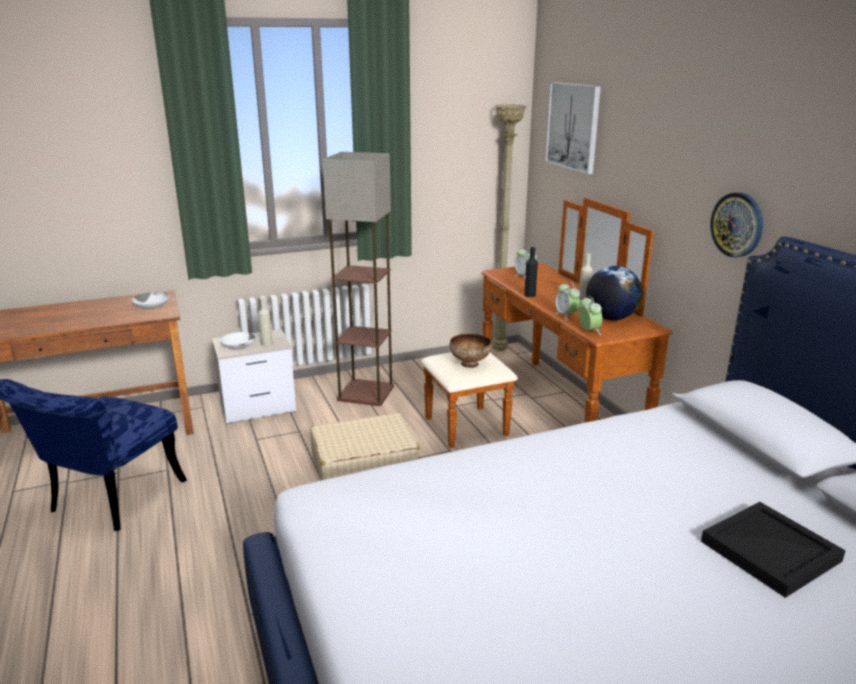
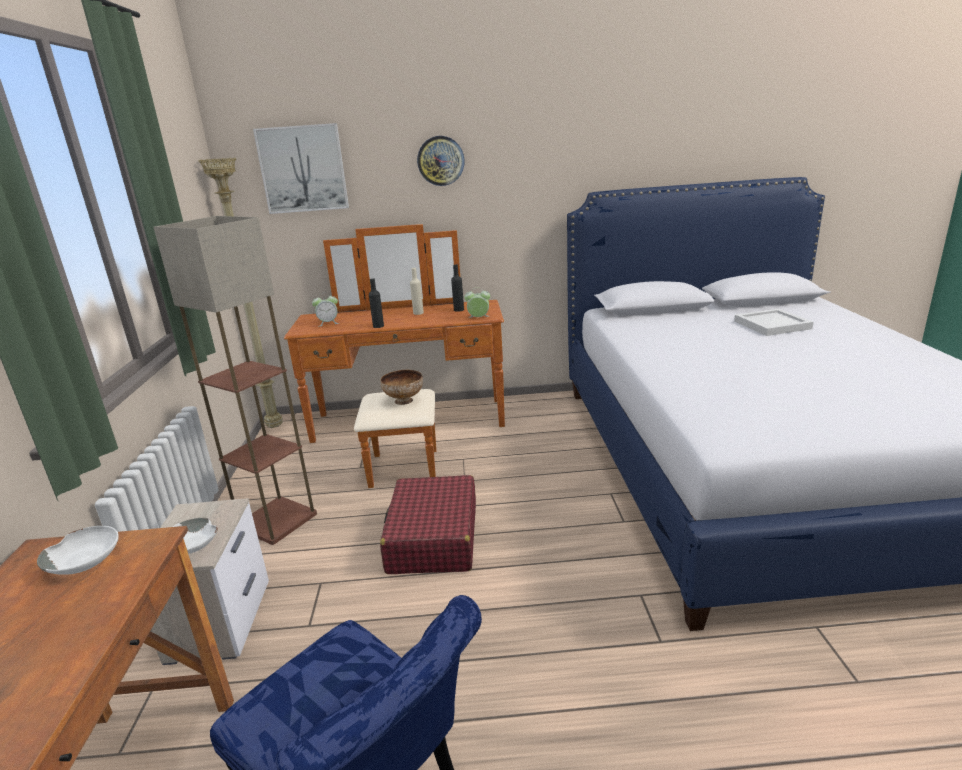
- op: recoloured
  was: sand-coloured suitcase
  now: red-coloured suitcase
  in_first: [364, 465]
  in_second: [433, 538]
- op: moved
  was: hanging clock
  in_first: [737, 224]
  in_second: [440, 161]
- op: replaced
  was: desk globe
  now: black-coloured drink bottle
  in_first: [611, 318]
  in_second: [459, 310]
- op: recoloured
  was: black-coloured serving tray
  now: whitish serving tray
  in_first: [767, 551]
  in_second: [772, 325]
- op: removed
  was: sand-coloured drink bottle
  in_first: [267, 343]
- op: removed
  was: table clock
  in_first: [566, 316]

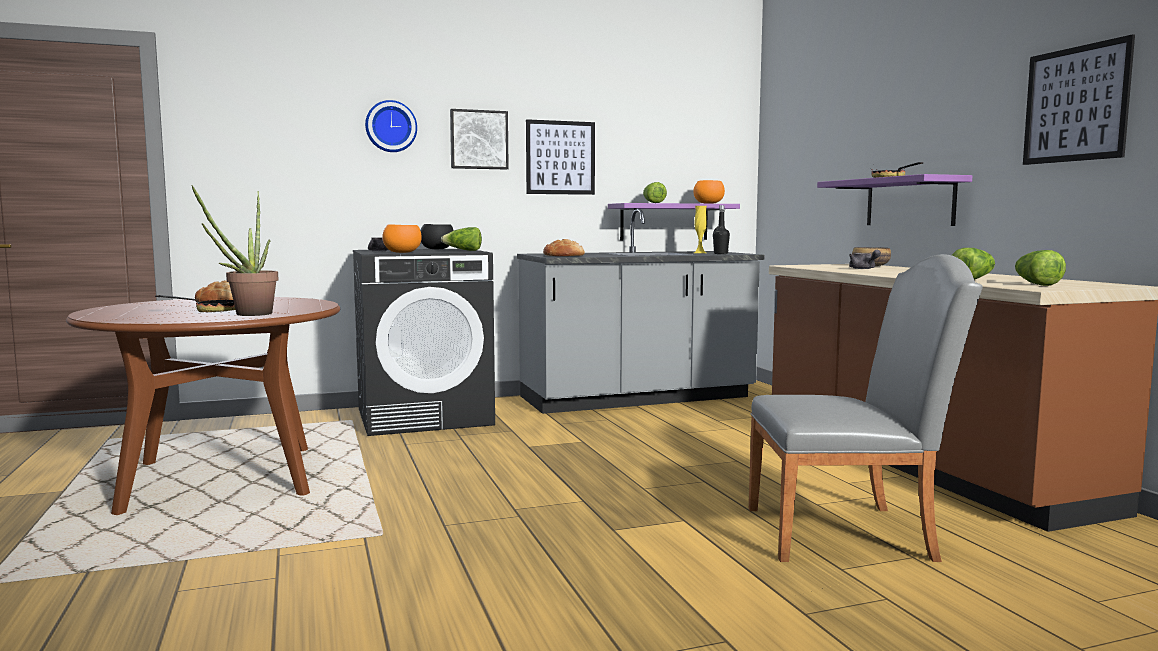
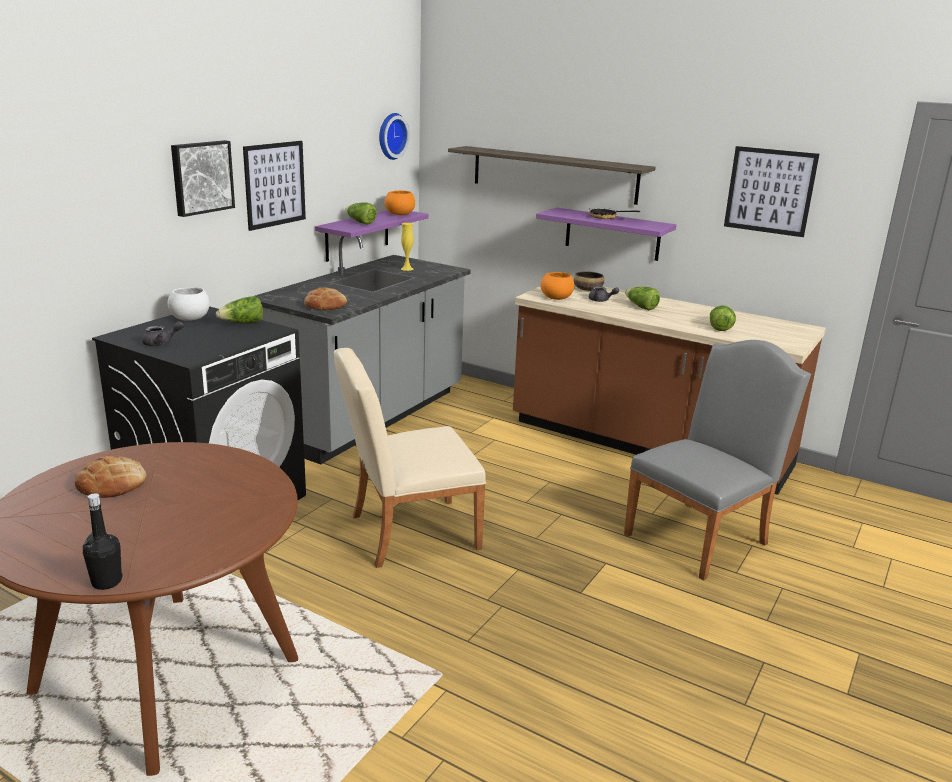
- op: moved
  was: black-coloured drink bottle
  in_first: [720, 253]
  in_second: [106, 582]
- op: recoloured
  was: black-coloured bowl
  now: whitish bowl
  in_first: [438, 249]
  in_second: [191, 318]
- op: added
  now: sand-coloured plain chair
  in_second: [405, 533]
- op: moved
  was: hanging clock
  in_first: [391, 126]
  in_second: [390, 136]
- op: added
  now: shelf
  in_second: [553, 174]
- op: moved
  was: orangey bowl
  in_first: [403, 252]
  in_second: [556, 298]
- op: moved
  was: lettuce
  in_first: [1035, 284]
  in_second: [640, 307]
- op: removed
  was: skillet
  in_first: [211, 311]
- op: removed
  was: houseplant
  in_first: [247, 314]

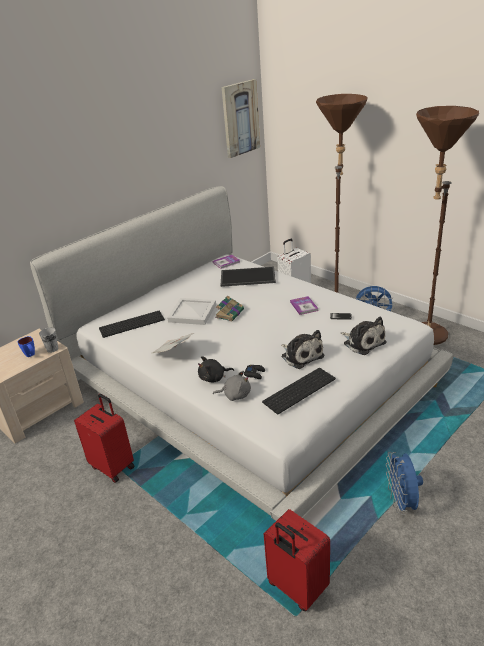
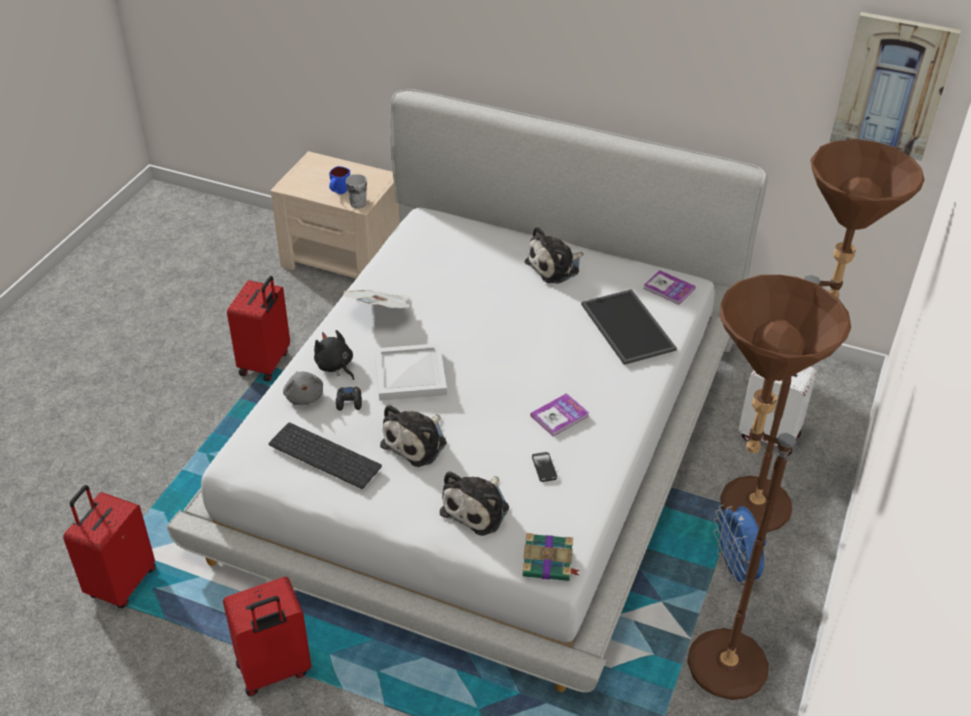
- op: replaced
  was: blue-coloured electric fan
  now: red-coloured suitcase
  in_first: [401, 502]
  in_second: [274, 671]
- op: moved
  was: whitish serving tray
  in_first: [192, 313]
  in_second: [411, 374]
- op: moved
  was: book
  in_first: [230, 313]
  in_second: [548, 564]
- op: added
  now: soft toy
  in_second: [555, 267]
- op: removed
  was: computer keyboard
  in_first: [132, 323]

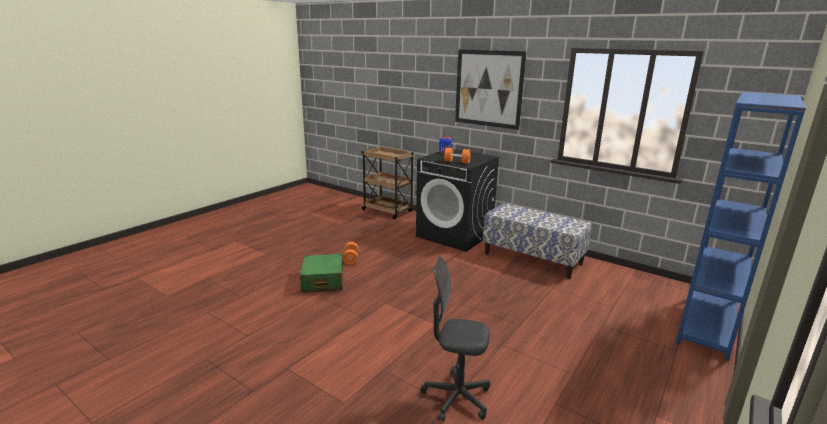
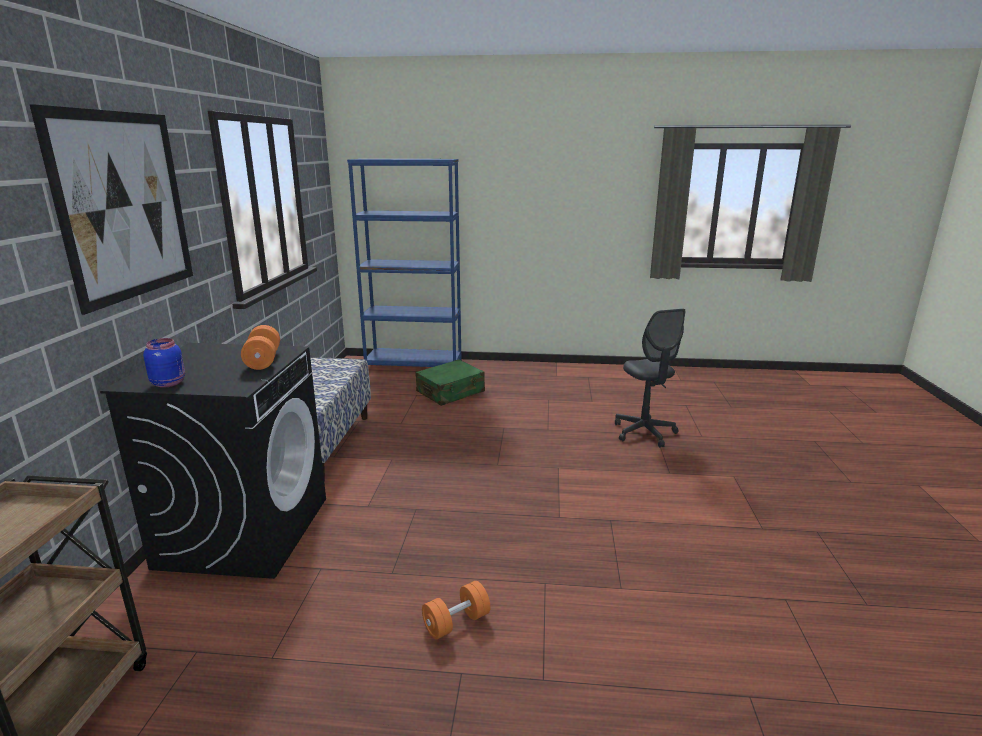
- op: moved
  was: green suitcase
  in_first: [323, 281]
  in_second: [451, 392]

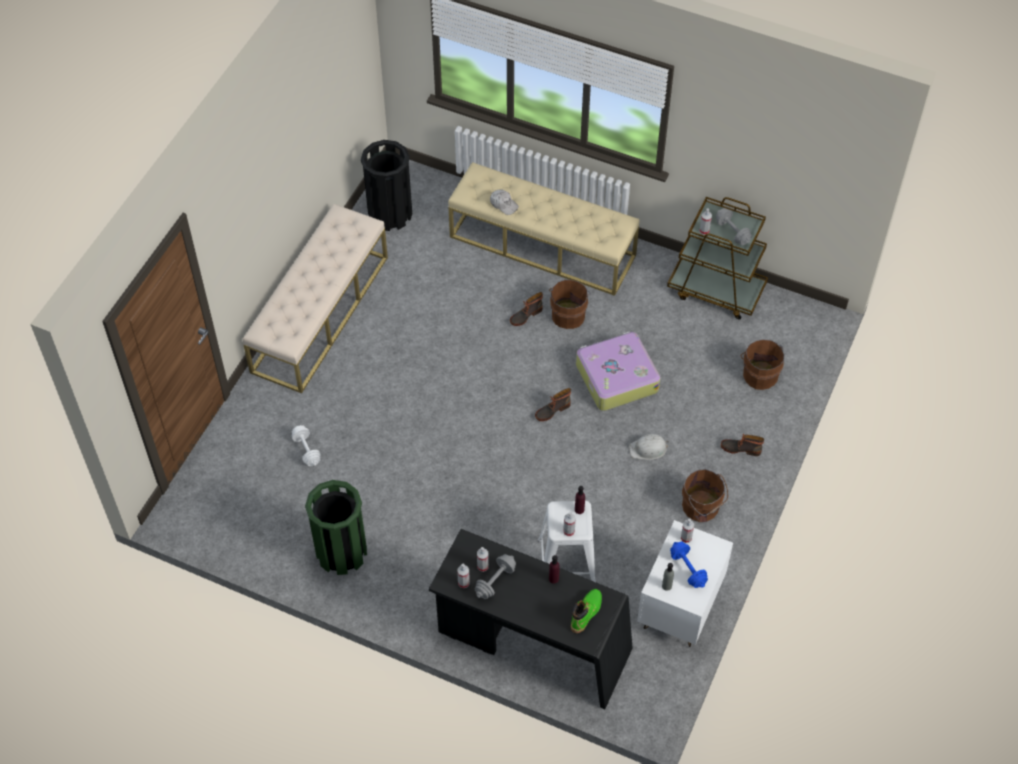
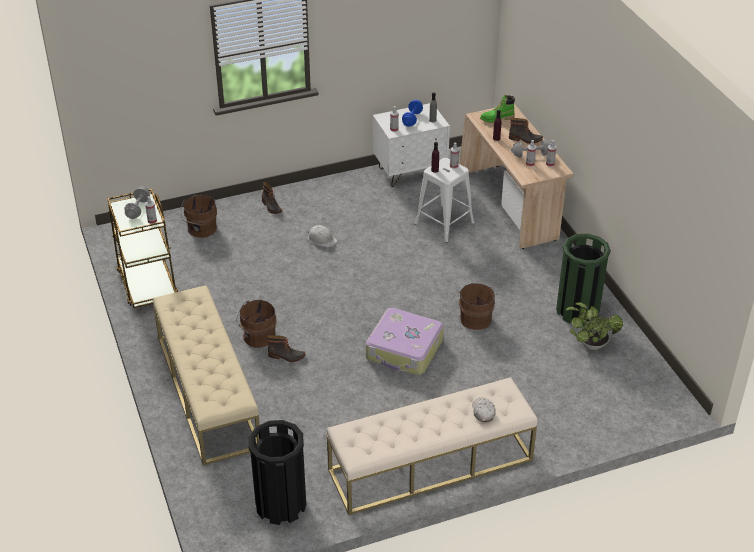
- op: moved
  was: suitcase
  in_first: [616, 377]
  in_second: [404, 350]
- op: moved
  was: brown pail
  in_first: [701, 507]
  in_second: [476, 318]
- op: recoloured
  was: black-coloured desk unit
  now: sand-coloured desk unit
  in_first: [532, 643]
  in_second: [510, 206]
- op: moved
  was: whitish baseball cap
  in_first: [504, 204]
  in_second: [483, 411]
- op: moved
  was: high-top boot
  in_first: [552, 410]
  in_second: [525, 139]
- op: added
  now: houseplant
  in_second: [590, 344]
- op: removed
  was: whitish dumbbell
  in_first: [307, 450]

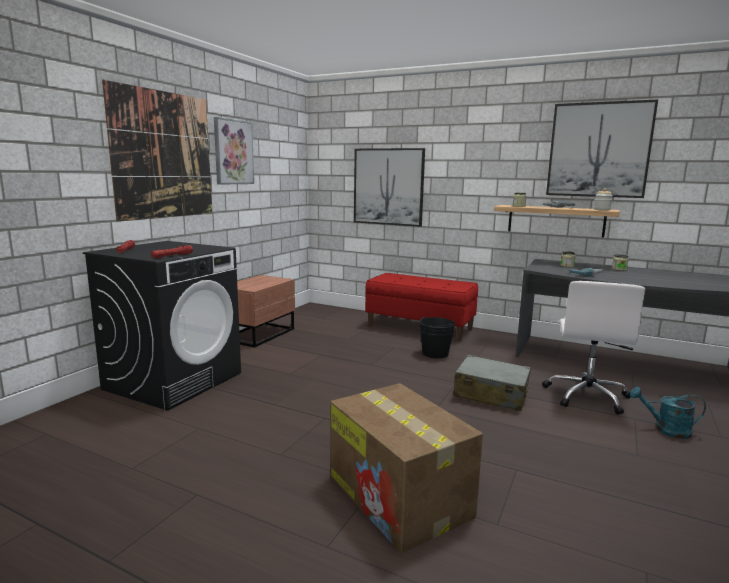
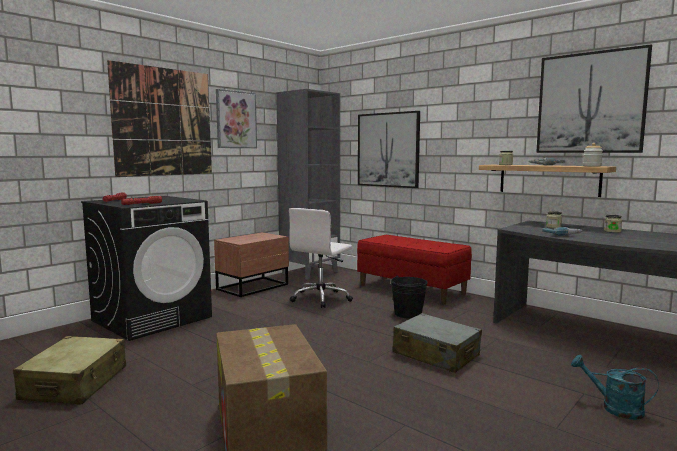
- op: added
  now: sand-coloured suitcase
  in_second: [75, 383]
- op: added
  now: gray bookcase
  in_second: [310, 272]
- op: moved
  was: whitish desk chair
  in_first: [587, 396]
  in_second: [321, 298]

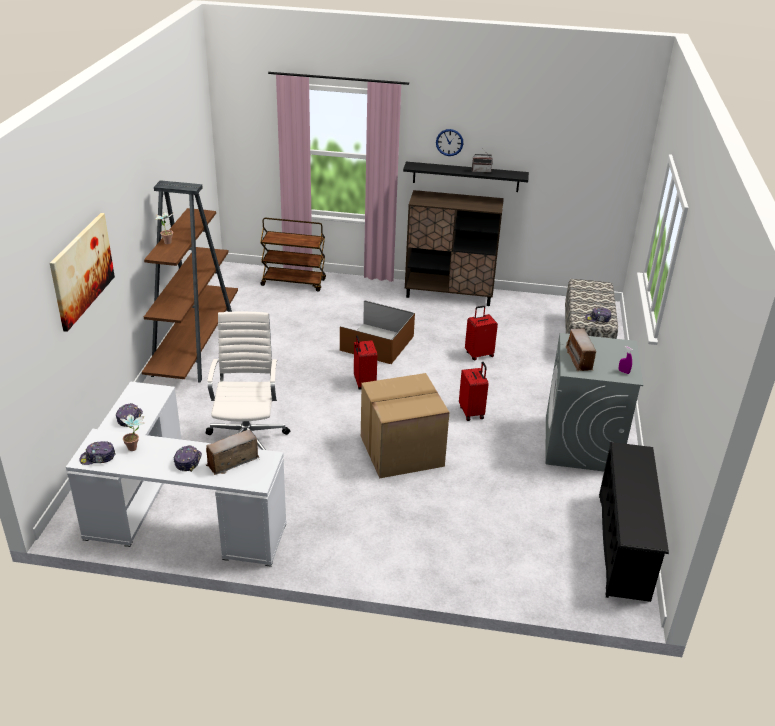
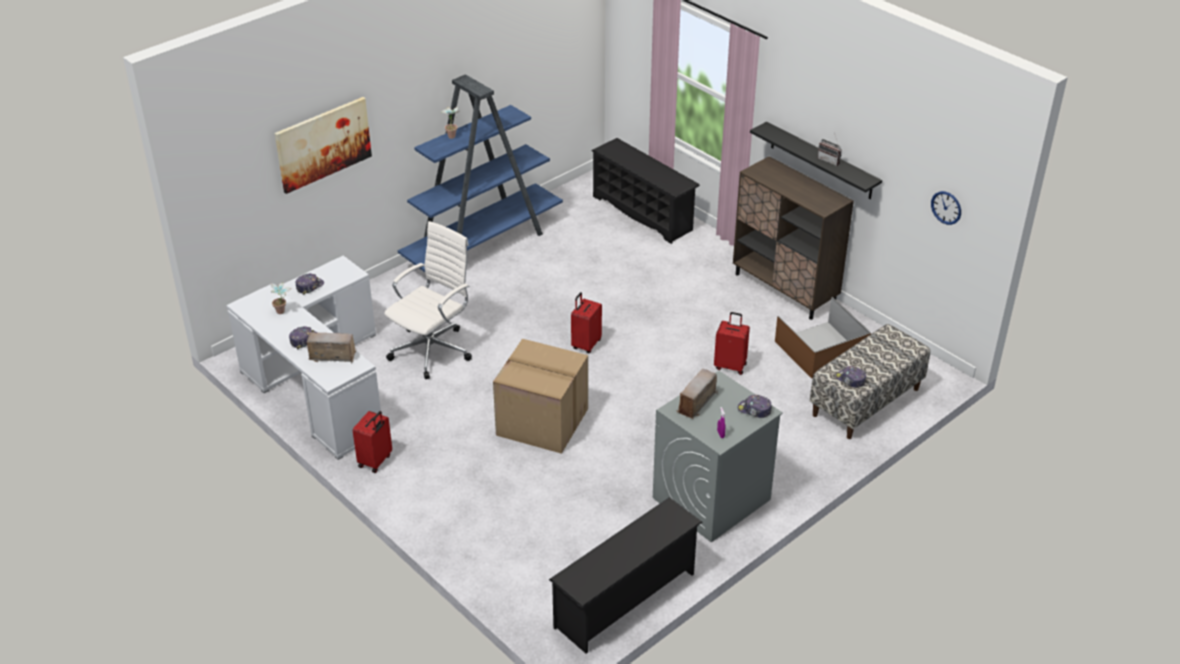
- op: moved
  was: red-coloured suitcase
  in_first: [472, 412]
  in_second: [376, 461]
- op: recoloured
  was: brown bookcase
  now: blue-coloured bookcase
  in_first: [195, 347]
  in_second: [483, 245]
- op: replaced
  was: brown wheeled cart
  now: black-coloured shoe shelf
  in_first: [294, 282]
  in_second: [644, 213]
- op: moved
  was: baseball cap
  in_first: [98, 458]
  in_second: [754, 410]
- op: moved
  was: brown storage bin
  in_first: [377, 342]
  in_second: [821, 349]
- op: moved
  was: hanging clock
  in_first: [449, 142]
  in_second: [946, 207]

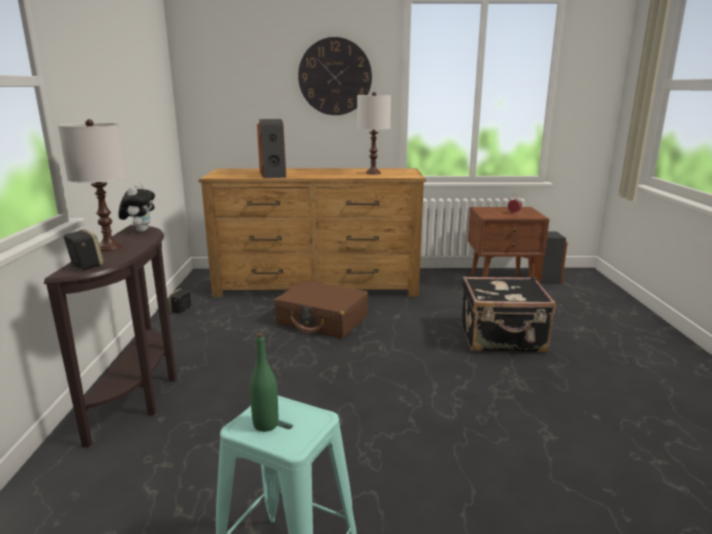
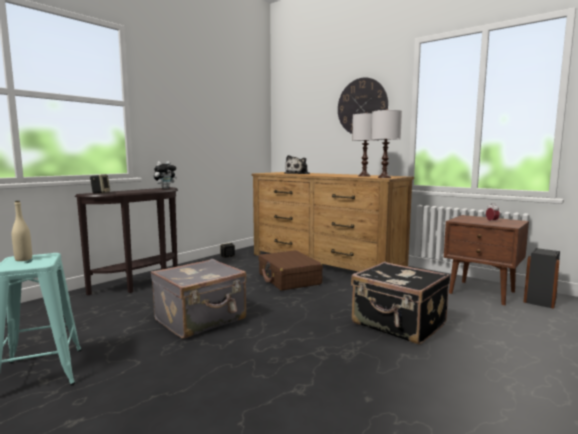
- op: recoloured
  was: green drink bottle
  now: sand-coloured drink bottle
  in_first: [265, 425]
  in_second: [23, 259]
- op: added
  now: gray suitcase
  in_second: [201, 320]
- op: replaced
  was: loudspeaker
  now: soft toy
  in_first: [273, 174]
  in_second: [298, 174]
- op: moved
  was: whitish tabletop lamp
  in_first: [109, 247]
  in_second: [384, 177]

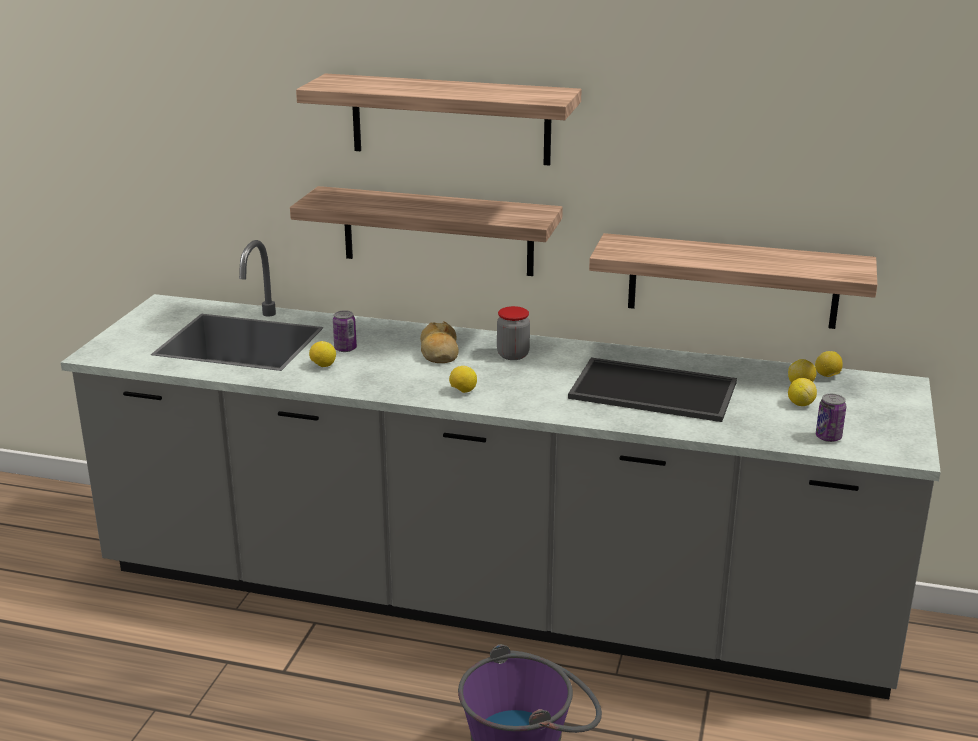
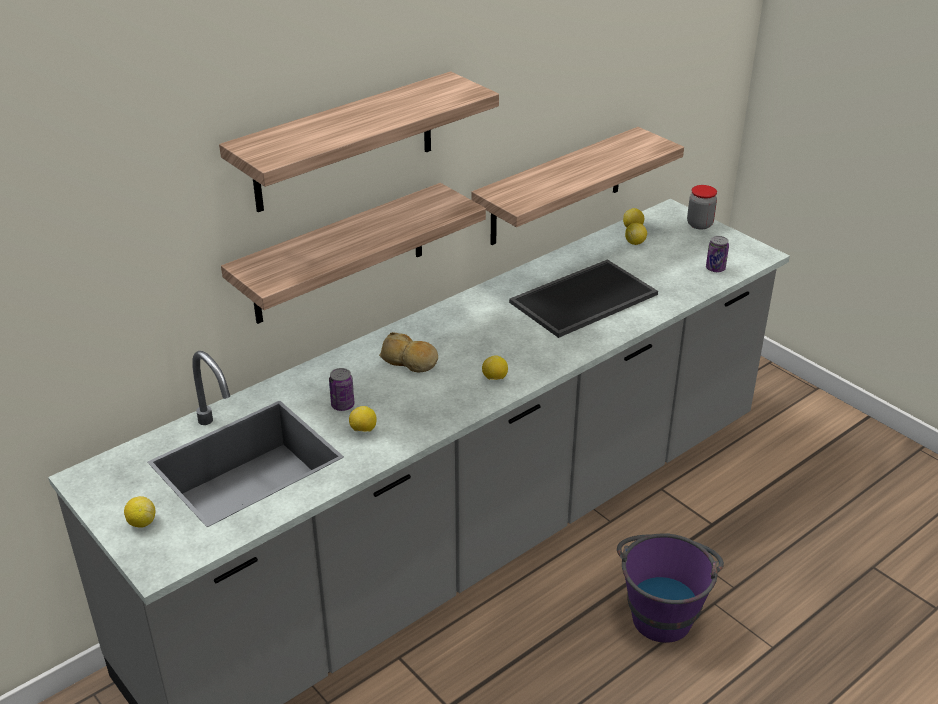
- op: moved
  was: lemon
  in_first: [800, 404]
  in_second: [142, 522]
- op: moved
  was: jar
  in_first: [513, 355]
  in_second: [699, 224]

